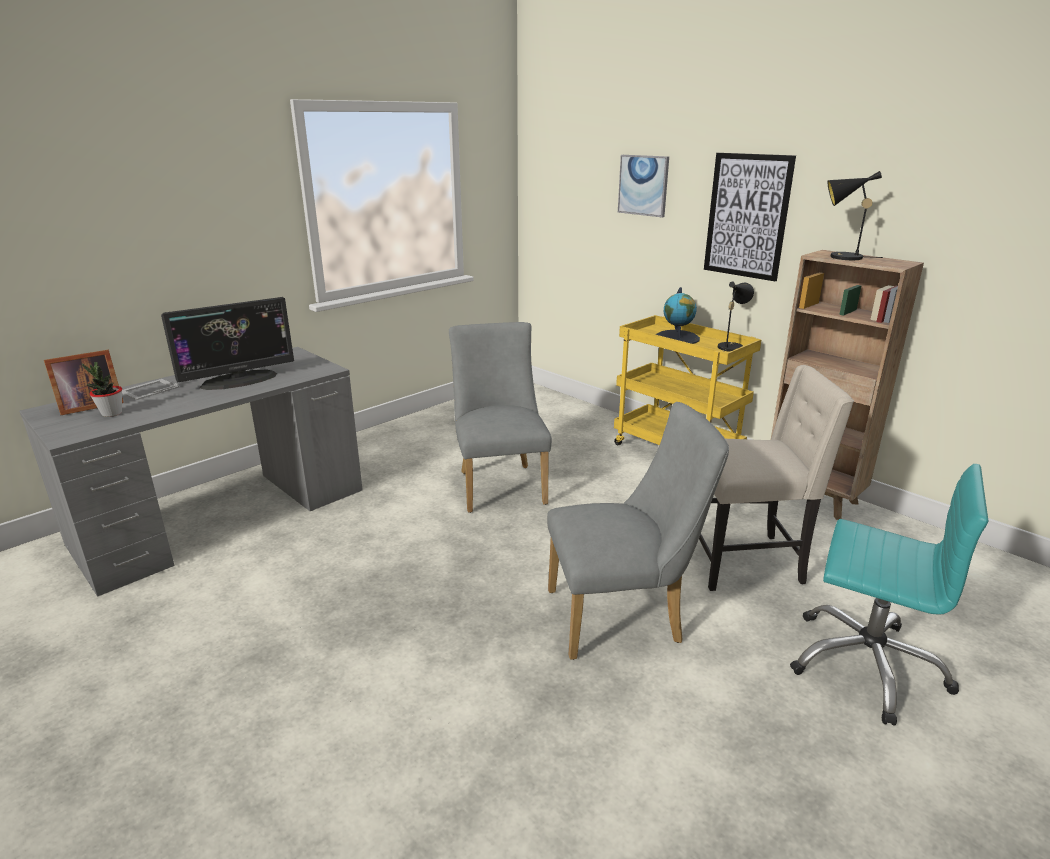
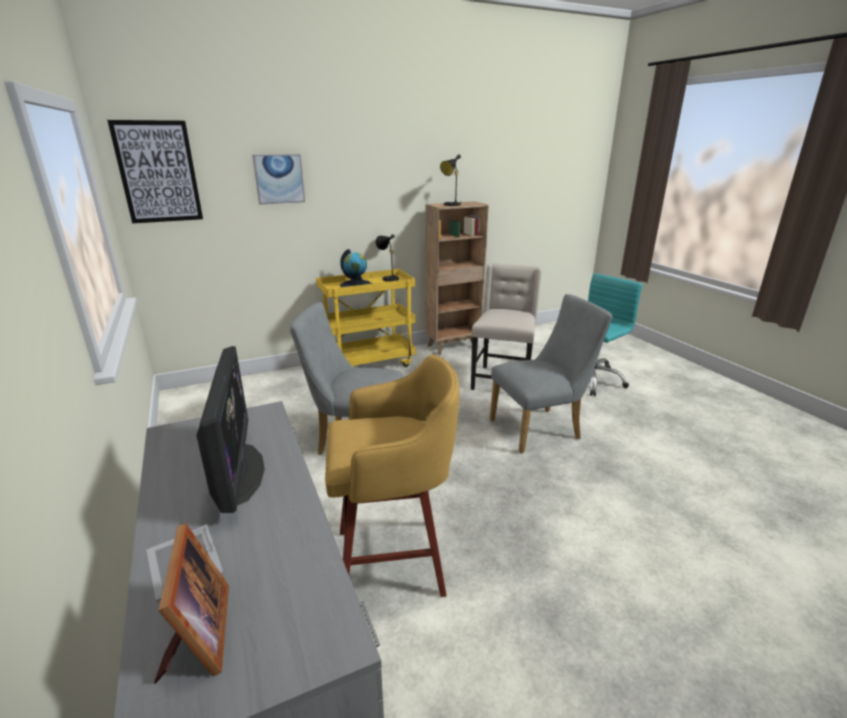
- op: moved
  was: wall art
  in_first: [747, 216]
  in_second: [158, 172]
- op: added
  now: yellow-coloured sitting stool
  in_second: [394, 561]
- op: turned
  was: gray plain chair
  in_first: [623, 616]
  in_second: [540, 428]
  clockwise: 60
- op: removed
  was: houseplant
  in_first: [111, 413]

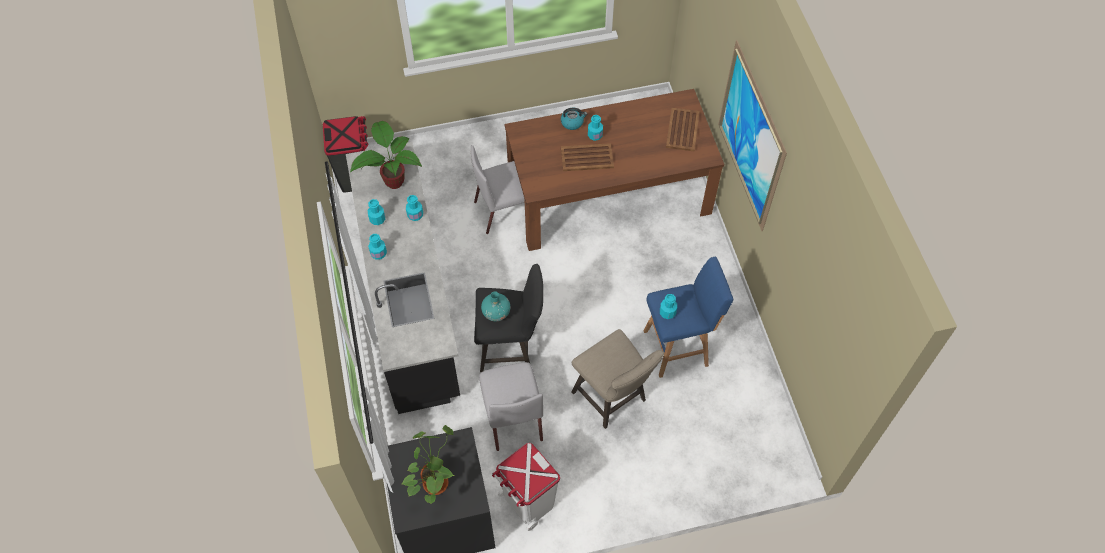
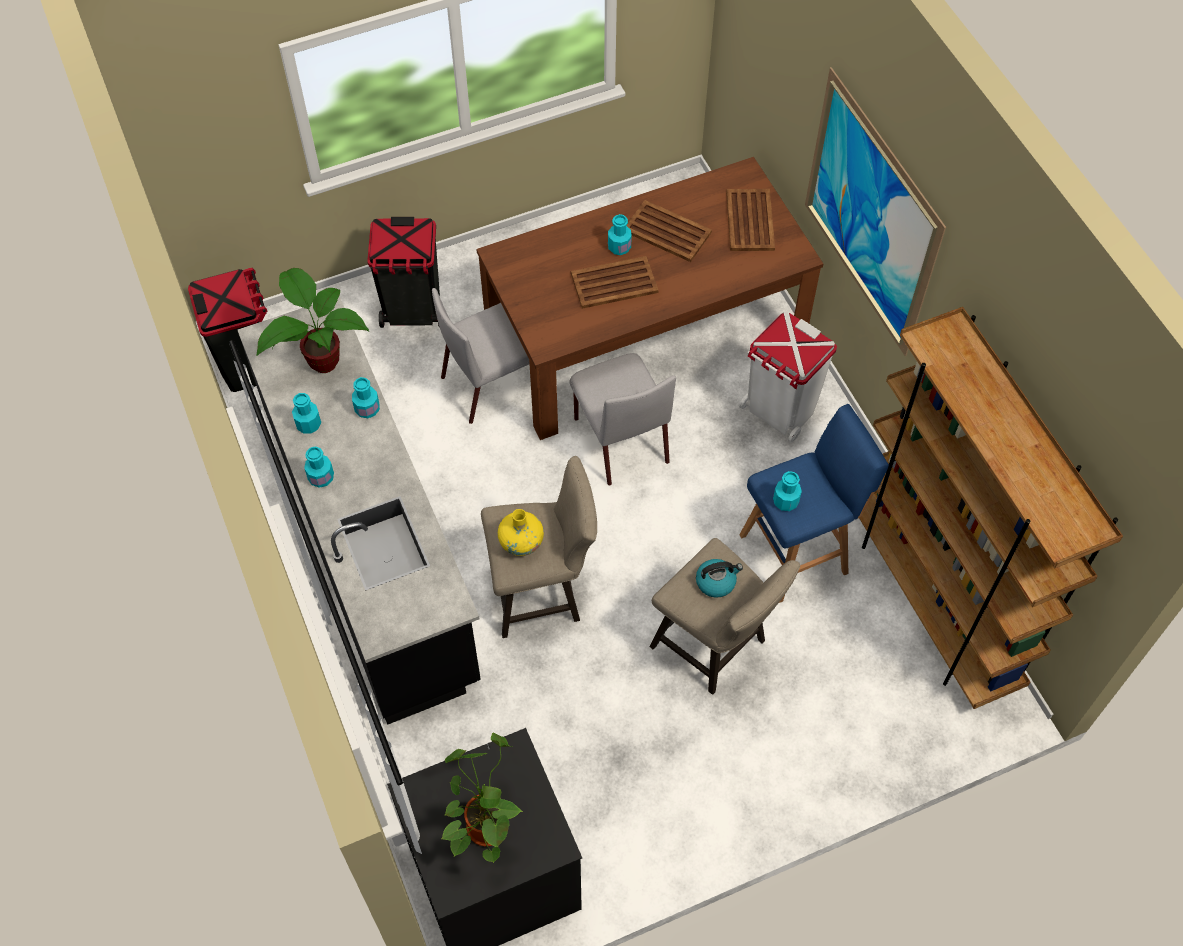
- op: added
  now: black-coloured trash can
  in_second: [413, 311]
- op: recoloured
  was: black-coloured sitting stool
  now: sand-coloured sitting stool
  in_first: [511, 346]
  in_second: [542, 591]
- op: recoloured
  was: blue-green vase
  now: yellow-coloured vase
  in_first: [496, 313]
  in_second: [521, 542]
- op: moved
  was: gray plain chair
  in_first: [512, 417]
  in_second: [620, 439]
- op: added
  now: brown serving tray
  in_second: [666, 231]
- op: moved
  was: tea kettle
  in_first: [572, 122]
  in_second: [716, 582]
- op: moved
  was: whitish trash can
  in_first: [528, 502]
  in_second: [779, 411]
- op: added
  now: brown bookcase
  in_second: [932, 602]

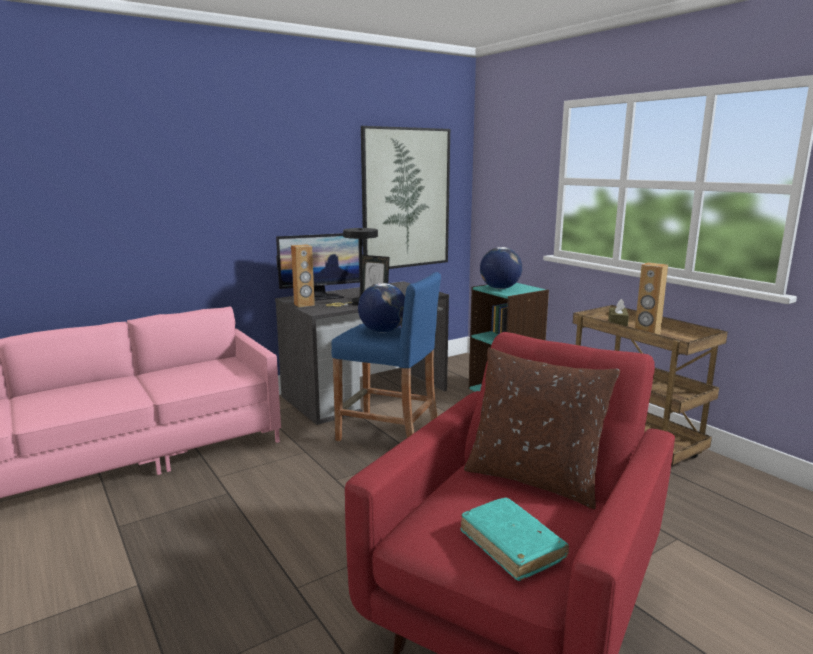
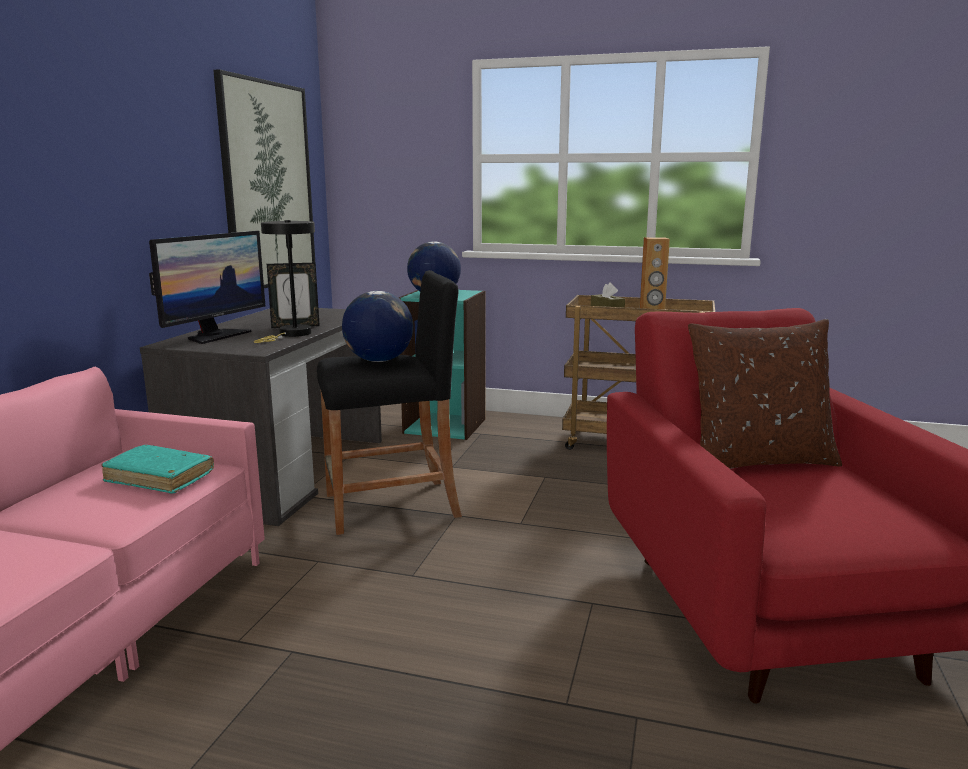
- op: moved
  was: blue-green book
  in_first: [511, 545]
  in_second: [159, 478]
- op: recoloured
  was: blue-coloured sitting stool
  now: black-coloured sitting stool
  in_first: [388, 434]
  in_second: [392, 506]
- op: removed
  was: brown loudspeaker
  in_first: [304, 305]

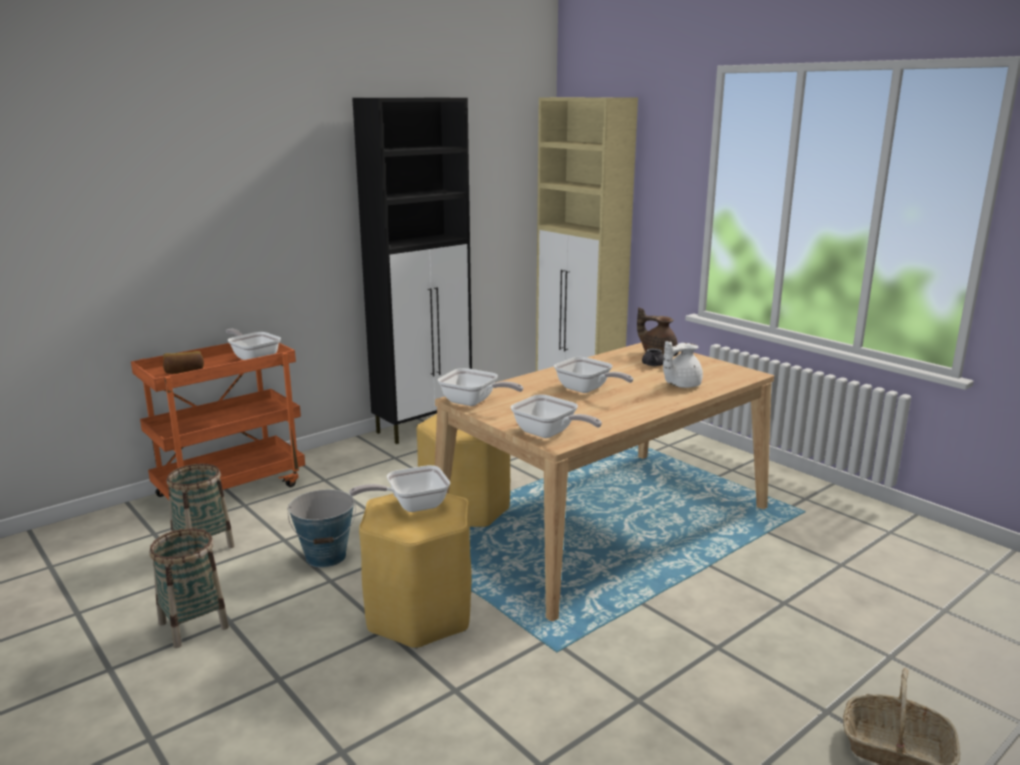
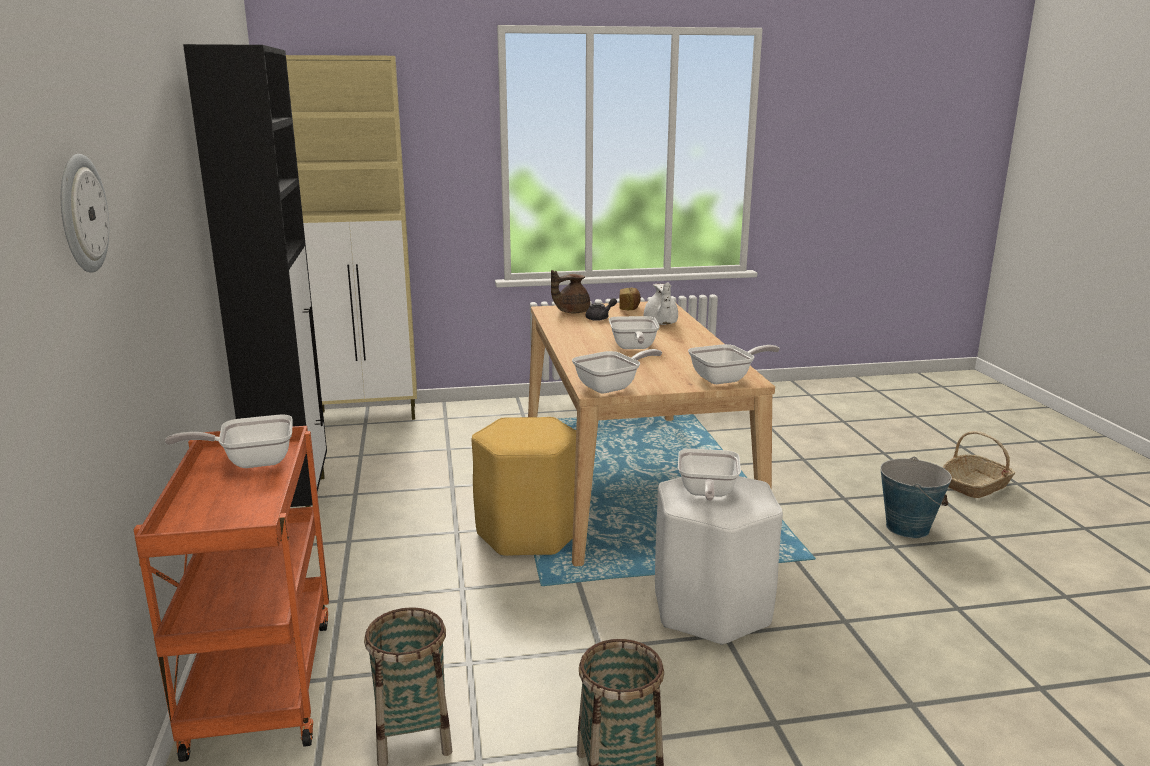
- op: added
  now: hanging clock
  in_second: [81, 214]
- op: turned
  was: skillet
  in_first: [587, 390]
  in_second: [633, 348]
  clockwise: 105
- op: moved
  was: bakery bread
  in_first: [184, 372]
  in_second: [629, 308]
- op: recoloured
  was: yellow-coloured sitting stool
  now: whitish sitting stool
  in_first: [419, 614]
  in_second: [710, 609]
- op: moved
  was: pail
  in_first: [326, 556]
  in_second: [907, 527]

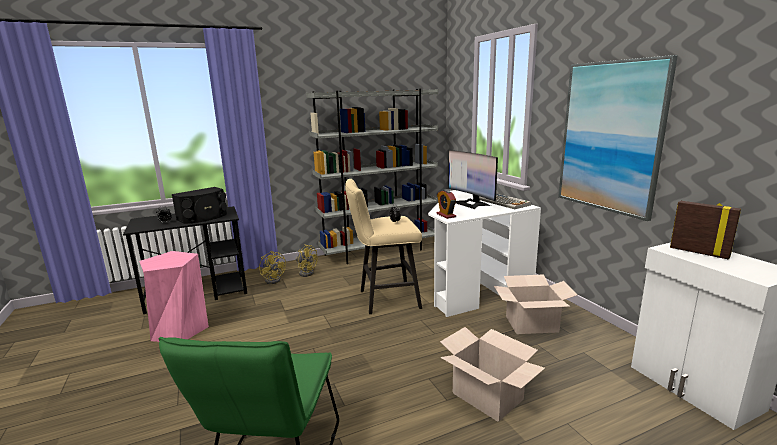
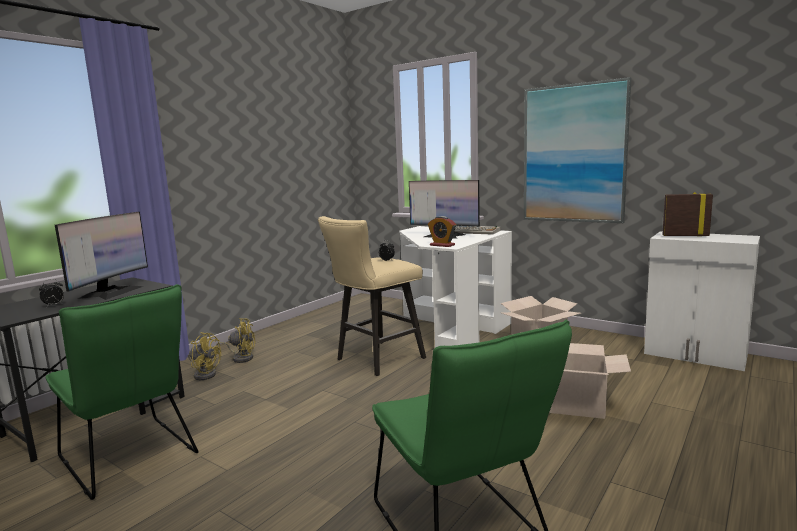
- op: replaced
  was: pink sitting stool
  now: green plain chair
  in_first: [180, 329]
  in_second: [131, 459]
- op: replaced
  was: black-coloured loudspeaker
  now: monitor
  in_first: [203, 217]
  in_second: [111, 292]
- op: removed
  was: gray bookcase
  in_first: [379, 251]

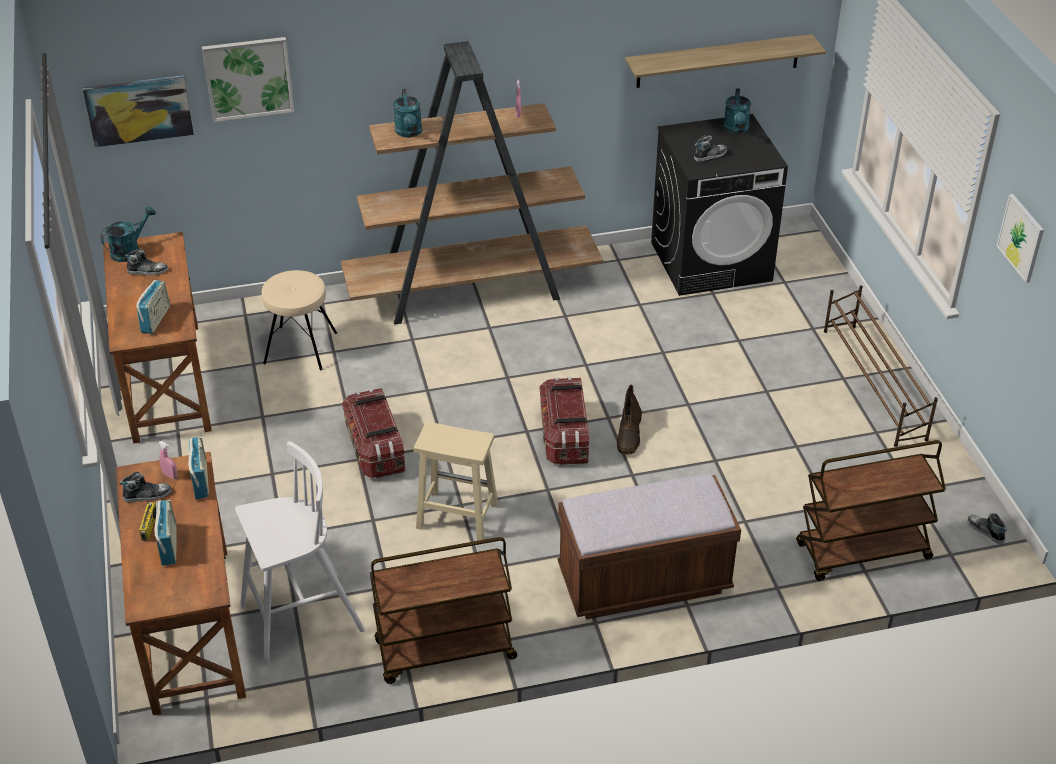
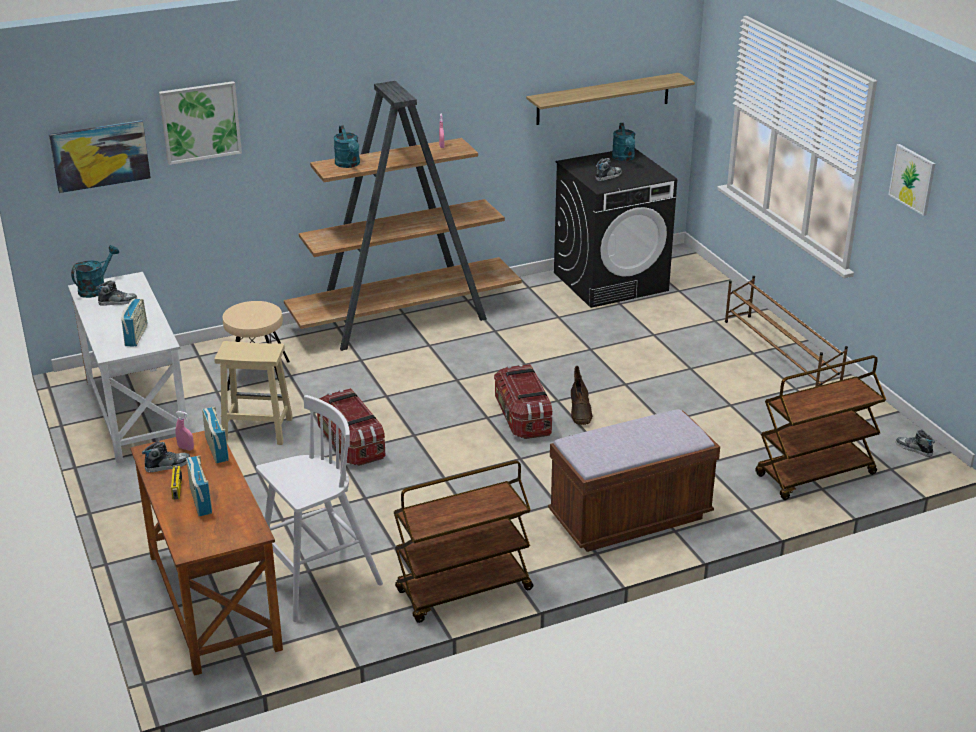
- op: recoloured
  was: brown desk unit
  now: whitish desk unit
  in_first: [166, 382]
  in_second: [136, 413]
- op: moved
  was: sand-coloured sitting stool
  in_first: [455, 516]
  in_second: [256, 430]

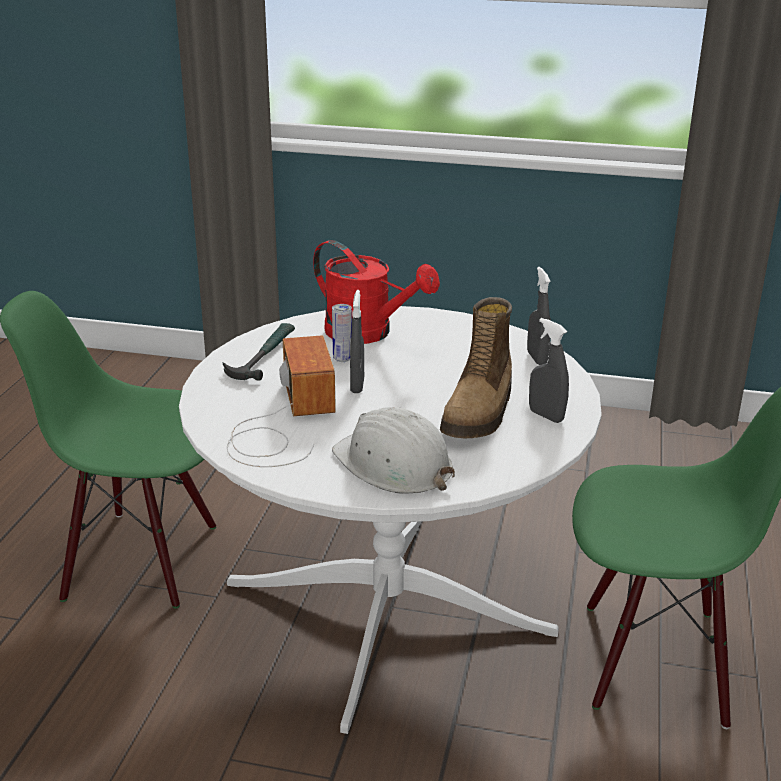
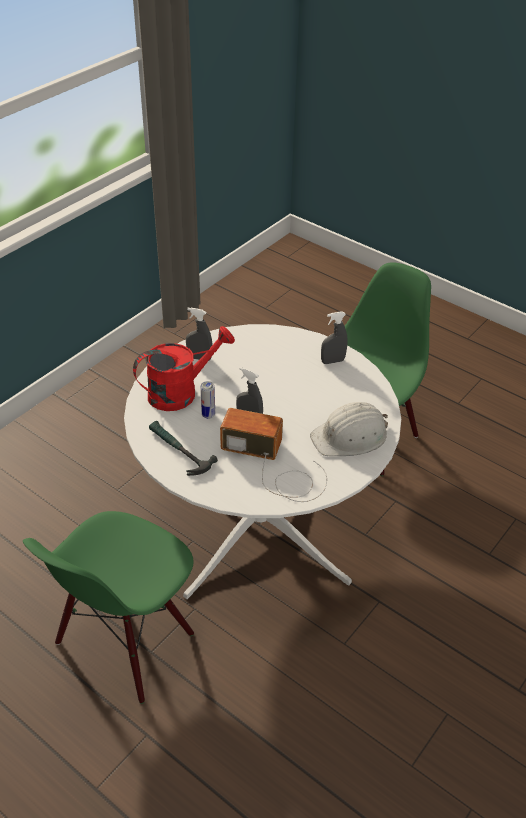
- op: moved
  was: gray sprayer
  in_first: [537, 358]
  in_second: [199, 358]
- op: removed
  was: high-top boot
  in_first: [480, 412]

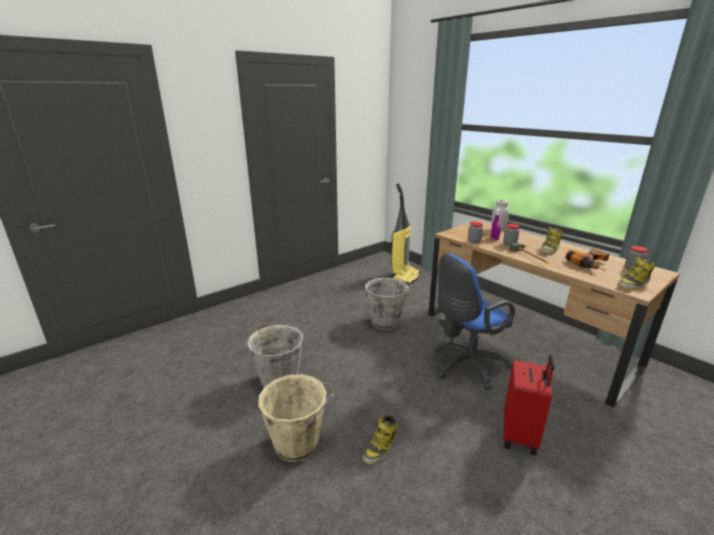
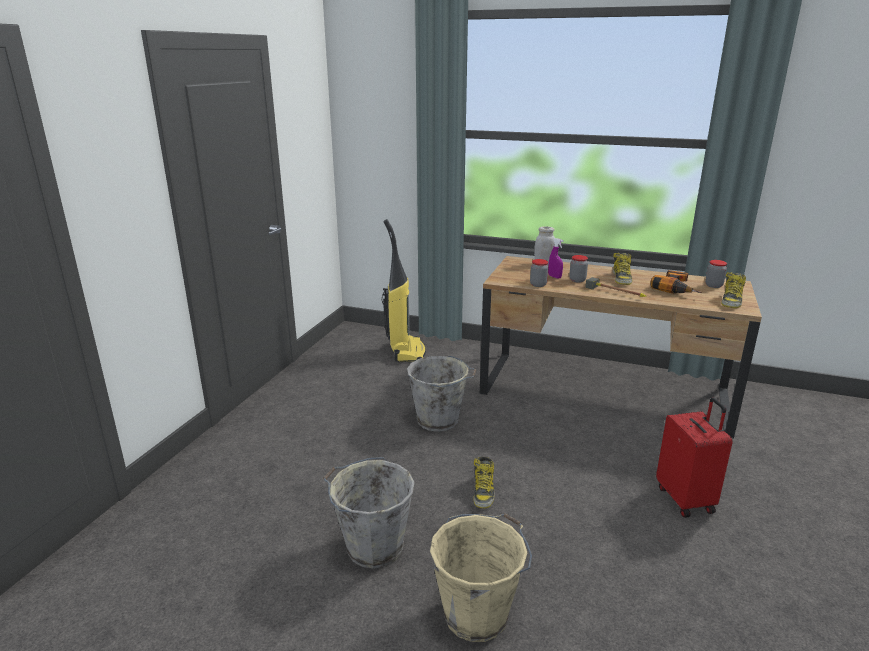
- op: moved
  was: high-top boot
  in_first: [380, 447]
  in_second: [483, 491]
- op: removed
  was: blue-coloured desk chair
  in_first: [465, 366]

